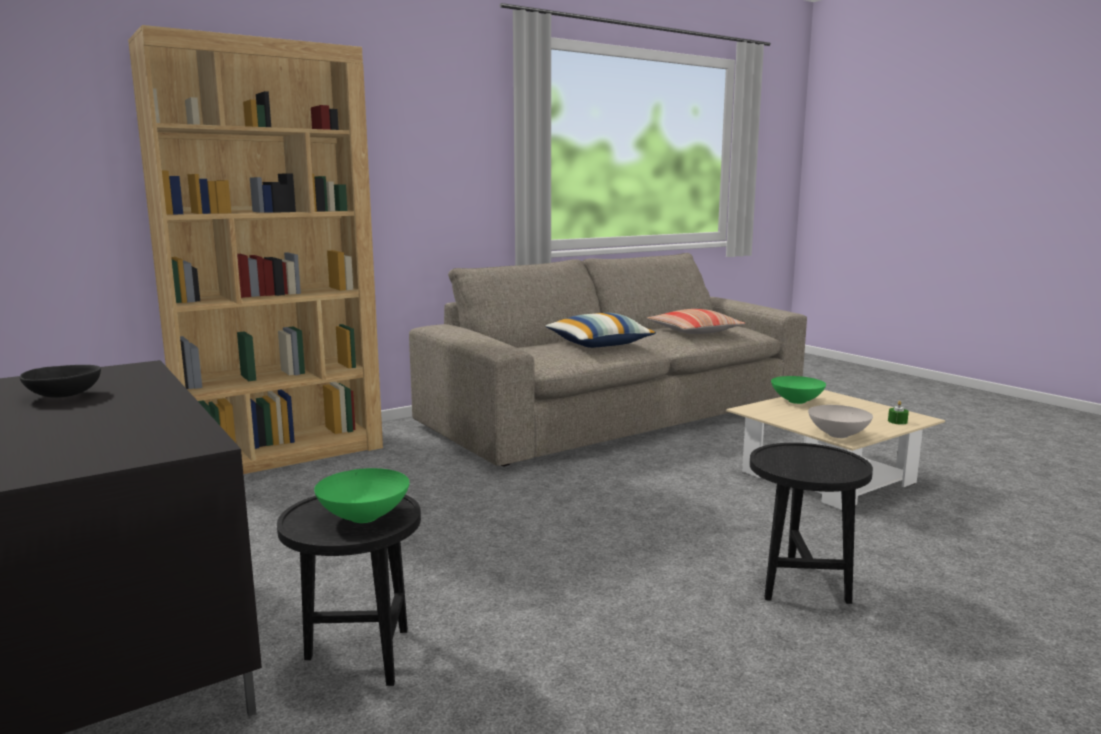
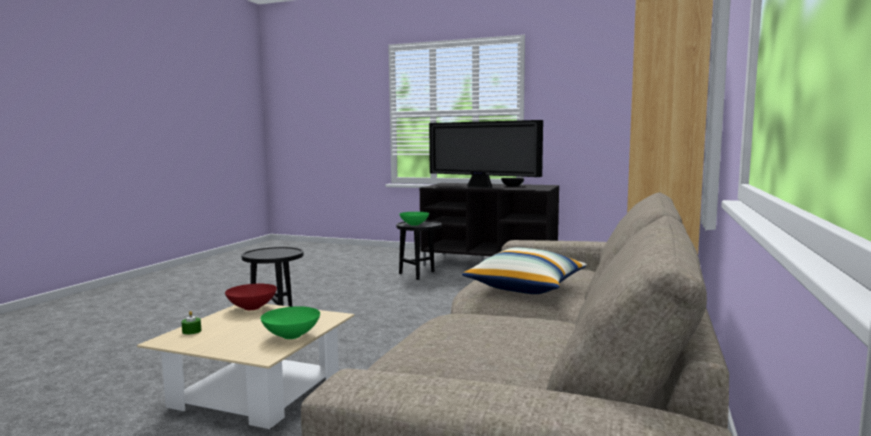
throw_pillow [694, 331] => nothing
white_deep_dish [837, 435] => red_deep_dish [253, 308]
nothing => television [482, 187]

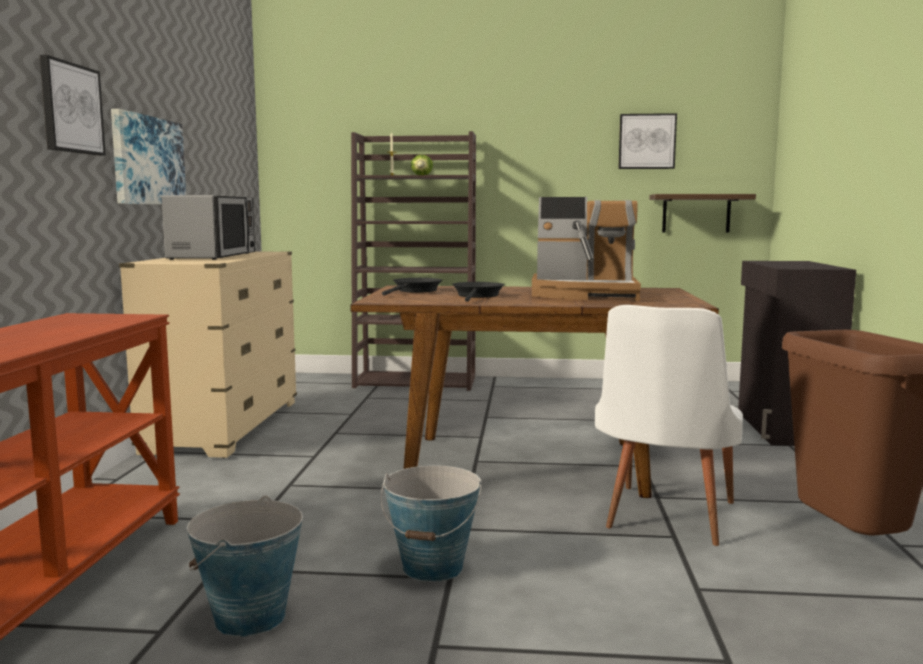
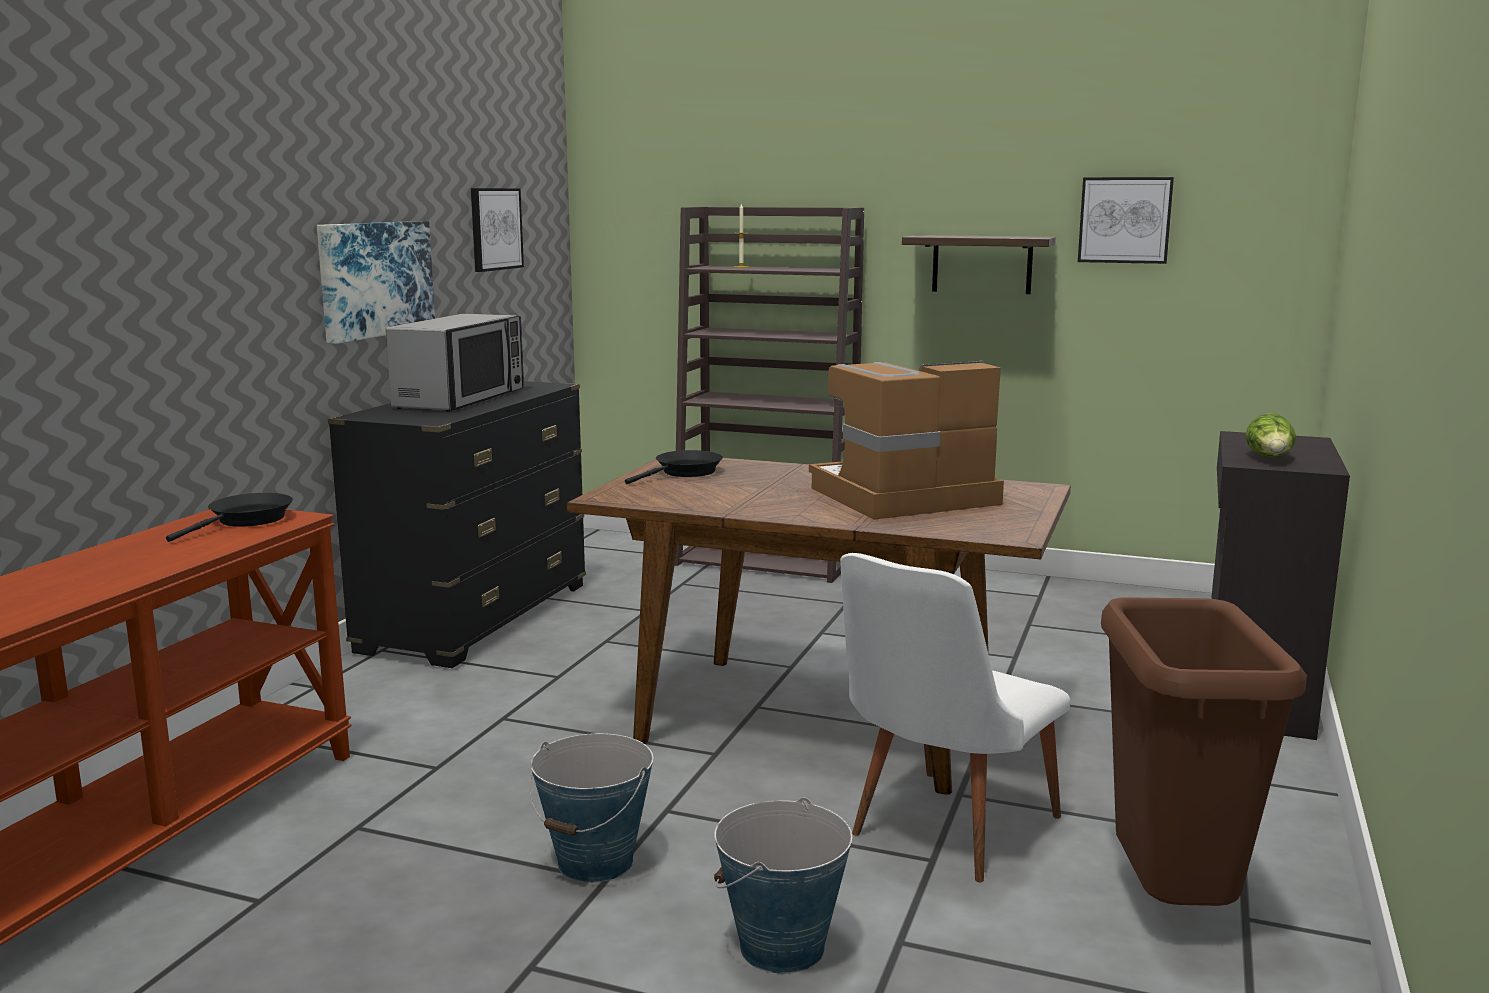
picture [71, 108] => picture [495, 229], relocated
beige-coloured_chest_of_drawers [225, 427] => black_chest_of_drawers [476, 618]
pail [250, 618] => pail [781, 947], relocated
head_of_lettuce [422, 175] => head_of_lettuce [1270, 458], relocated
black_skillet [478, 296] => black_skillet [246, 521], relocated
coffee_brewer [585, 294] => coffee_brewer [902, 497], 135 degrees clockwise
shelf [696, 213] => shelf [982, 264], relocated

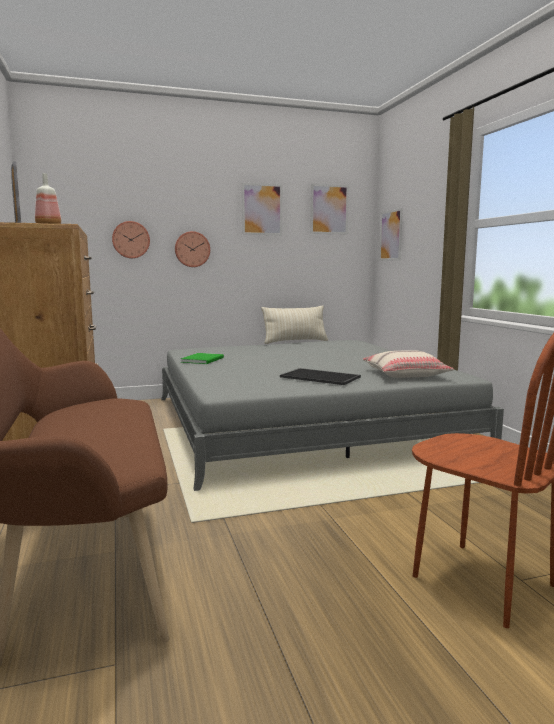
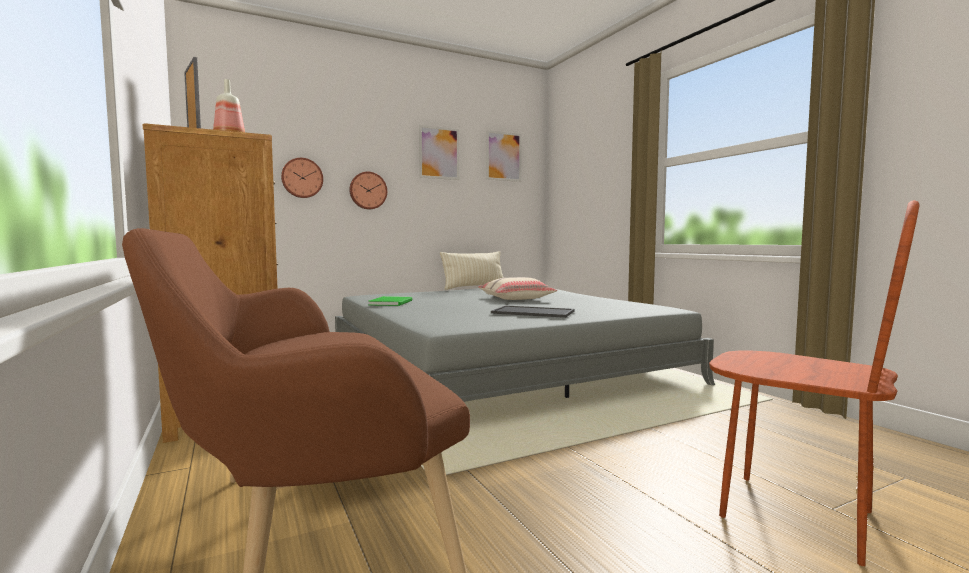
beige-coloured_throw_pillow [405, 374] => beige-coloured_throw_pillow [516, 298], relocated
picture [391, 235] => nothing

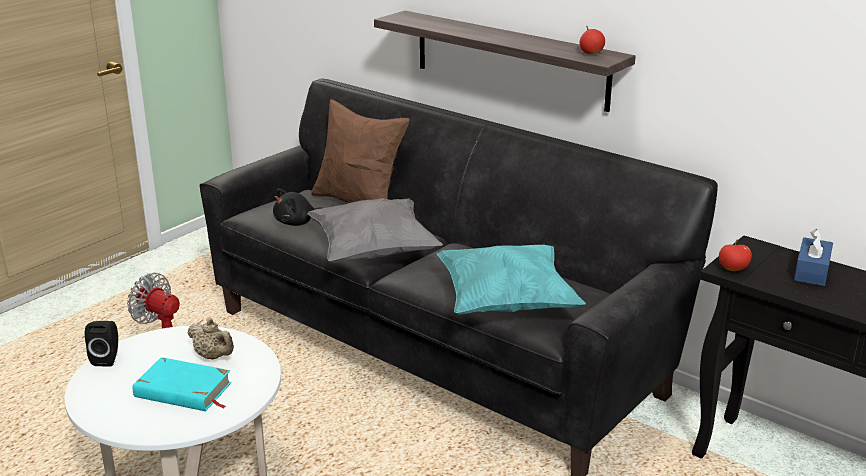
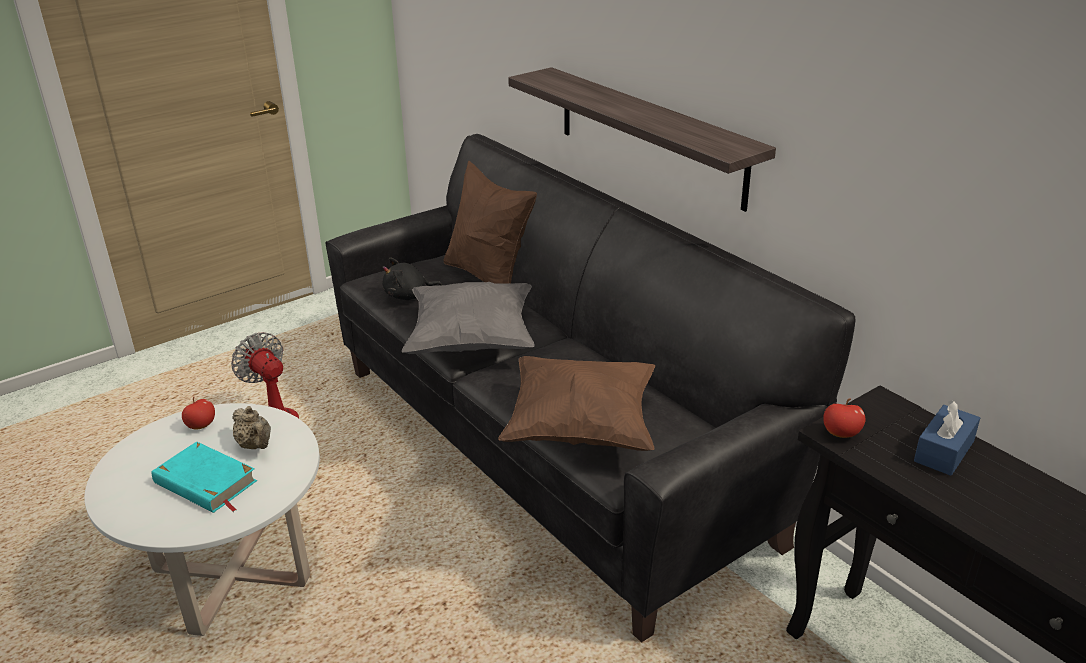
black_audio_speaker [107, 358] => nothing
turquoise_throw_pillow [506, 303] => brown-coloured_throw_pillow [581, 428]
apple [591, 53] => apple [201, 426], relocated

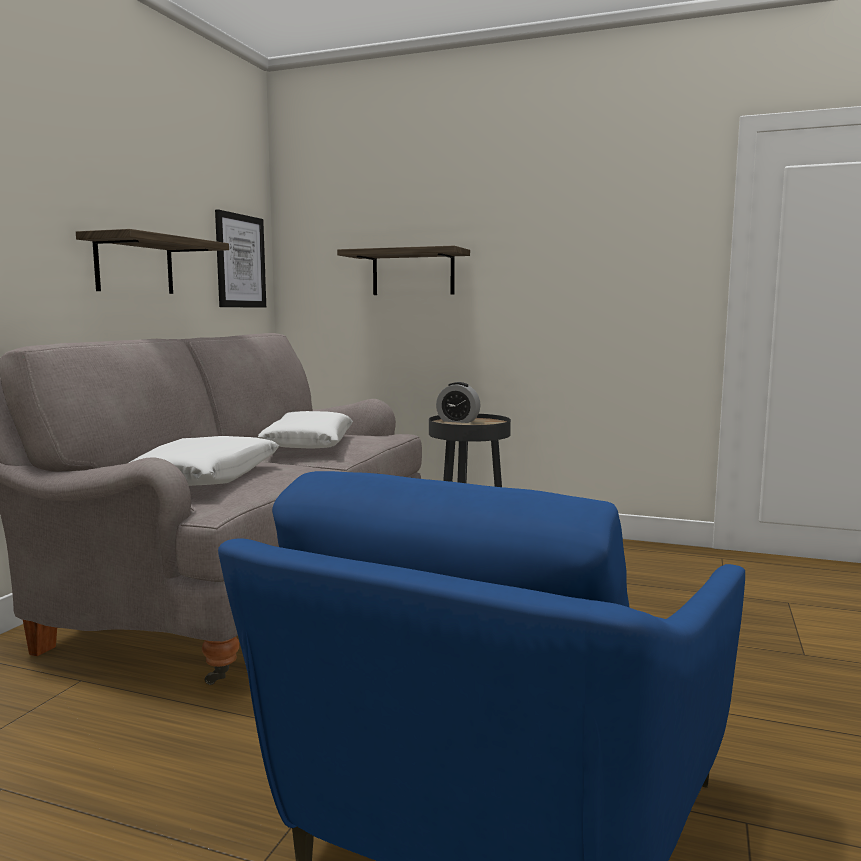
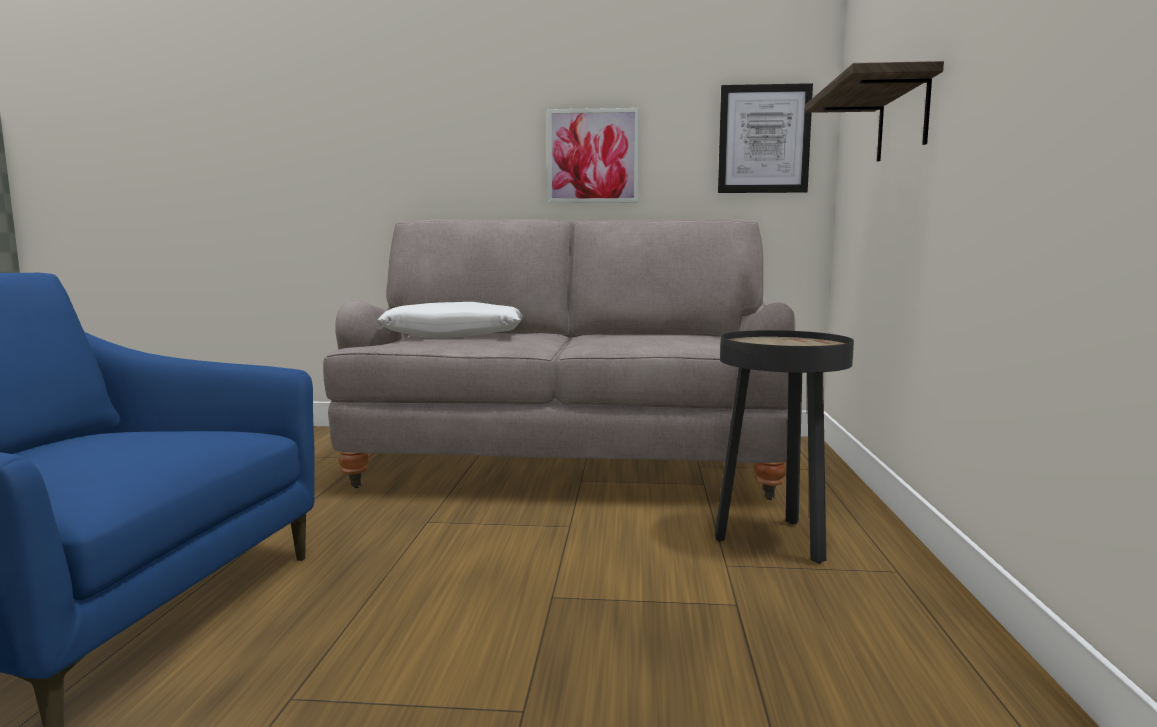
shelf [134, 265] => picture [593, 156]
white_throw_pillow [308, 444] => nothing
table_clock [458, 421] => nothing

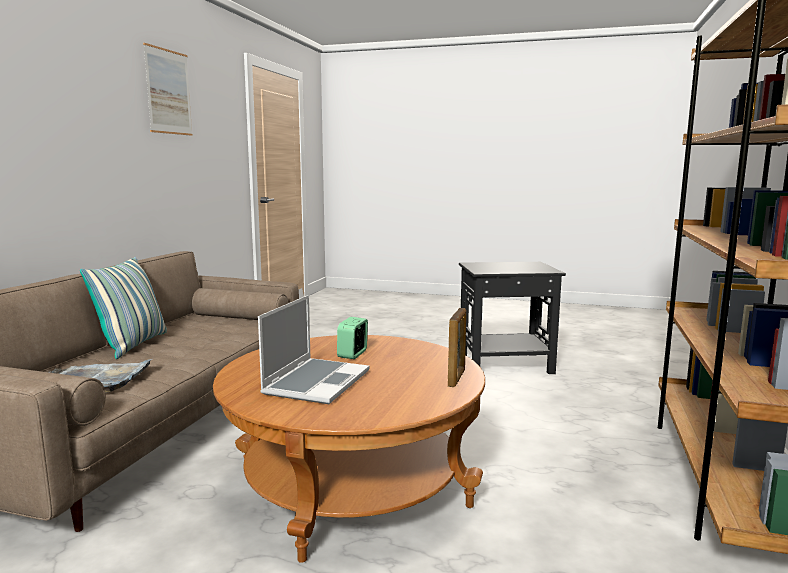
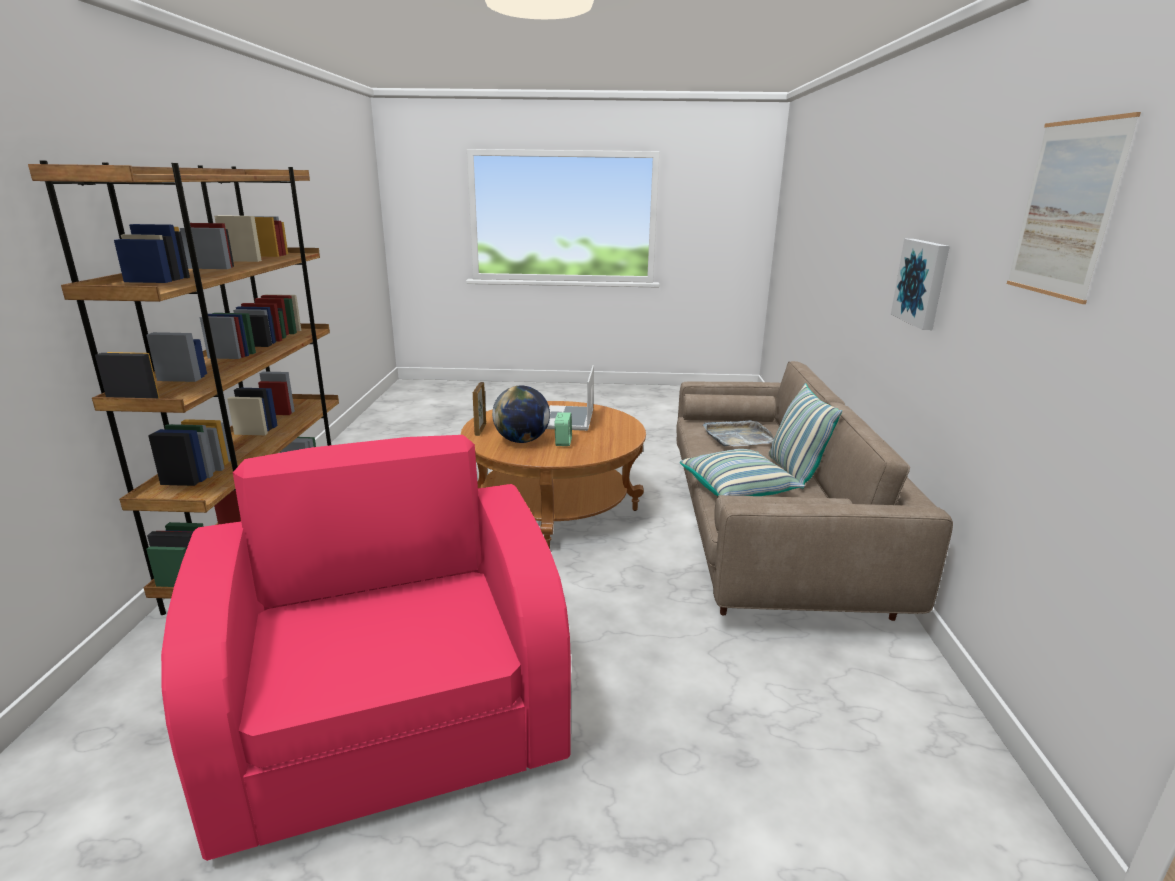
black_accent_table [504, 364] => pink_lounge_chair [395, 727]
nothing => world_globe [522, 440]
nothing => throw_pillow [738, 489]
nothing => picture [922, 282]

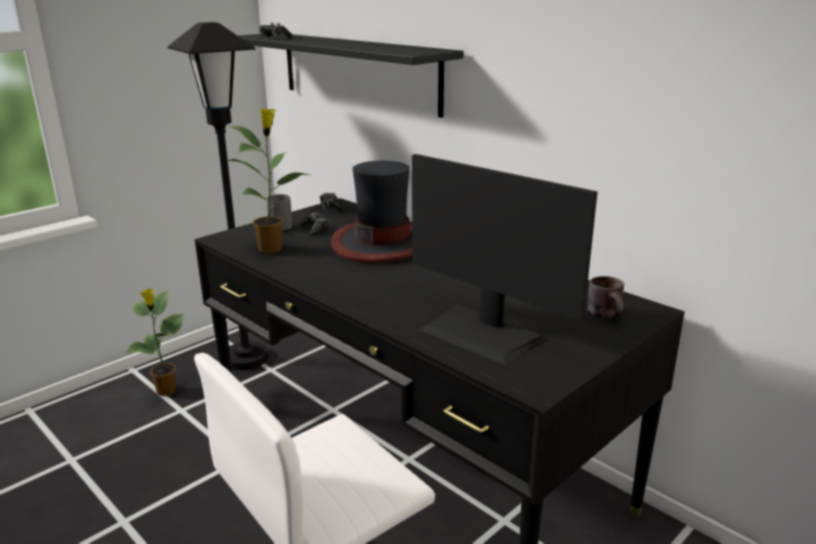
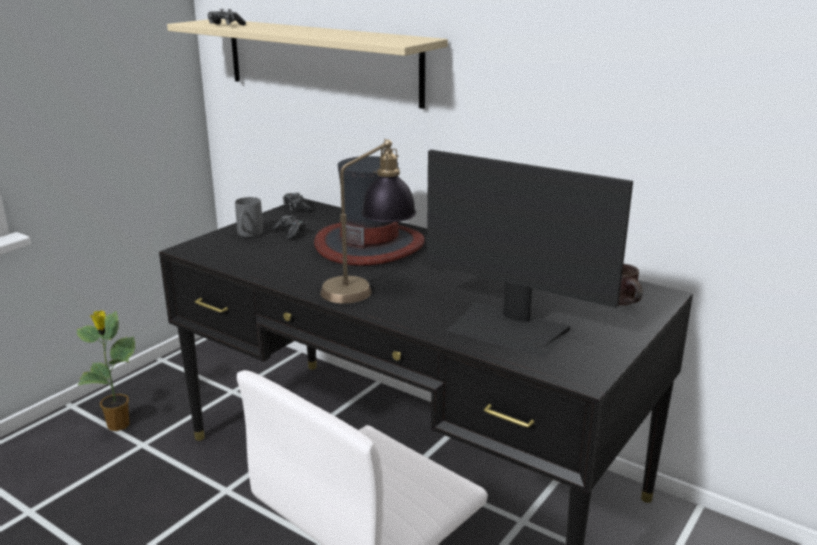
black_standard_lamp [246, 358] => nothing
houseplant [272, 249] => nothing
black_shelf [358, 71] => beige-coloured_shelf [321, 61]
nothing => table_lamp [368, 289]

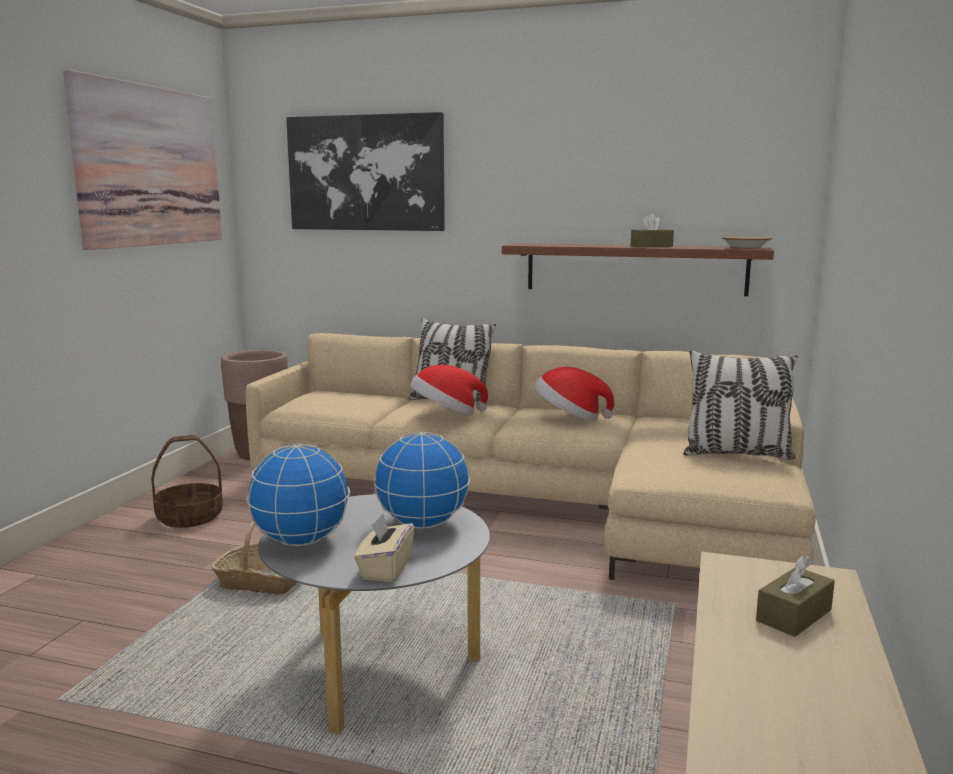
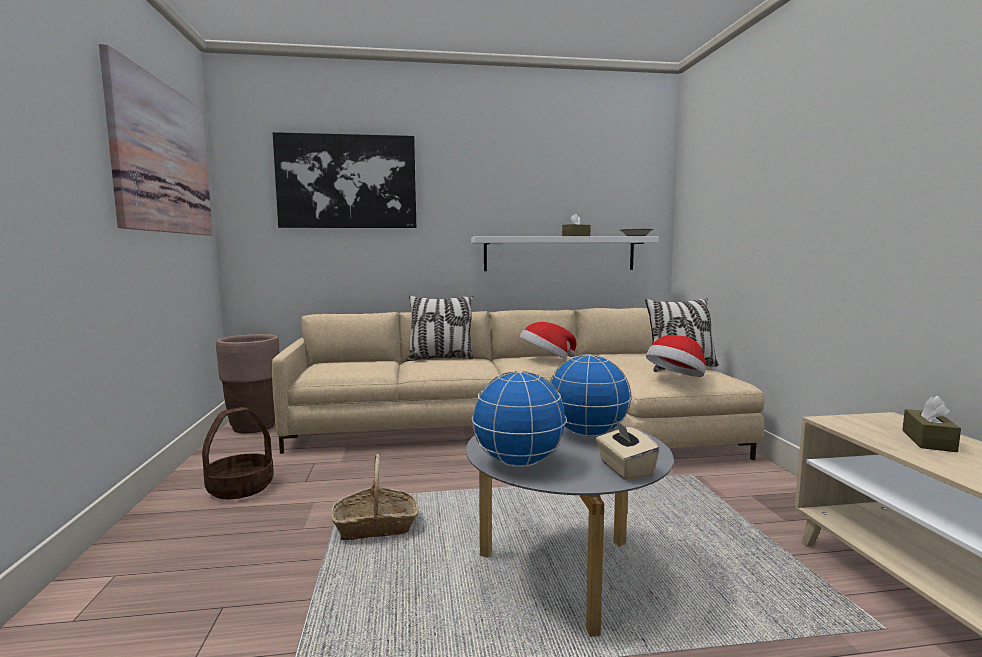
hat [446, 414] => hat [676, 378], relocated
brown-coloured_shelf [635, 269] => white_shelf [559, 253]

